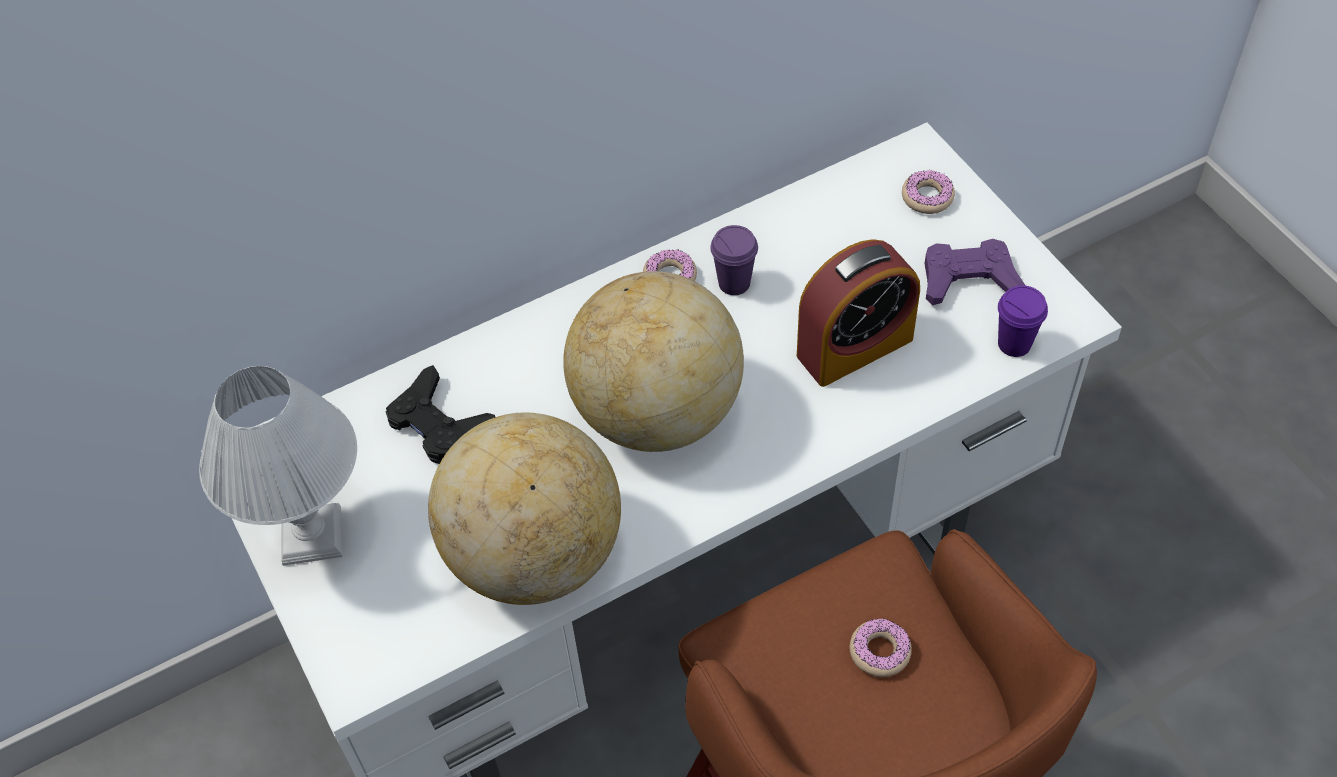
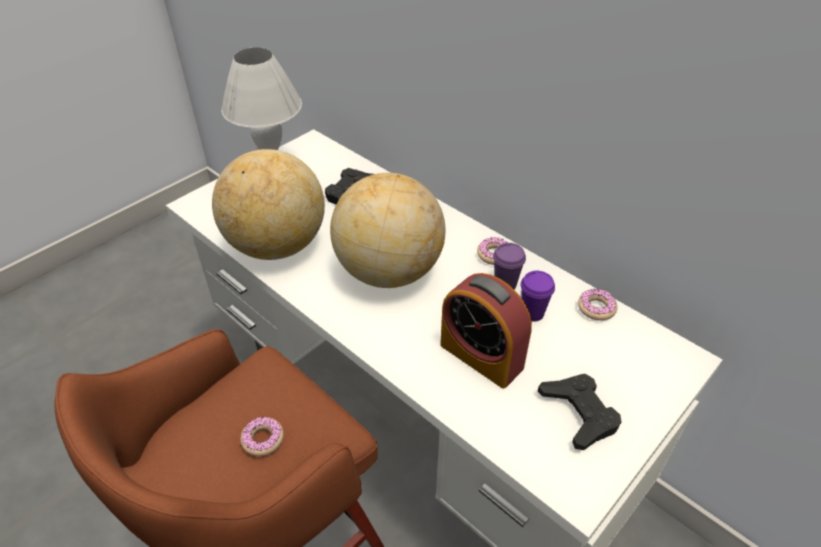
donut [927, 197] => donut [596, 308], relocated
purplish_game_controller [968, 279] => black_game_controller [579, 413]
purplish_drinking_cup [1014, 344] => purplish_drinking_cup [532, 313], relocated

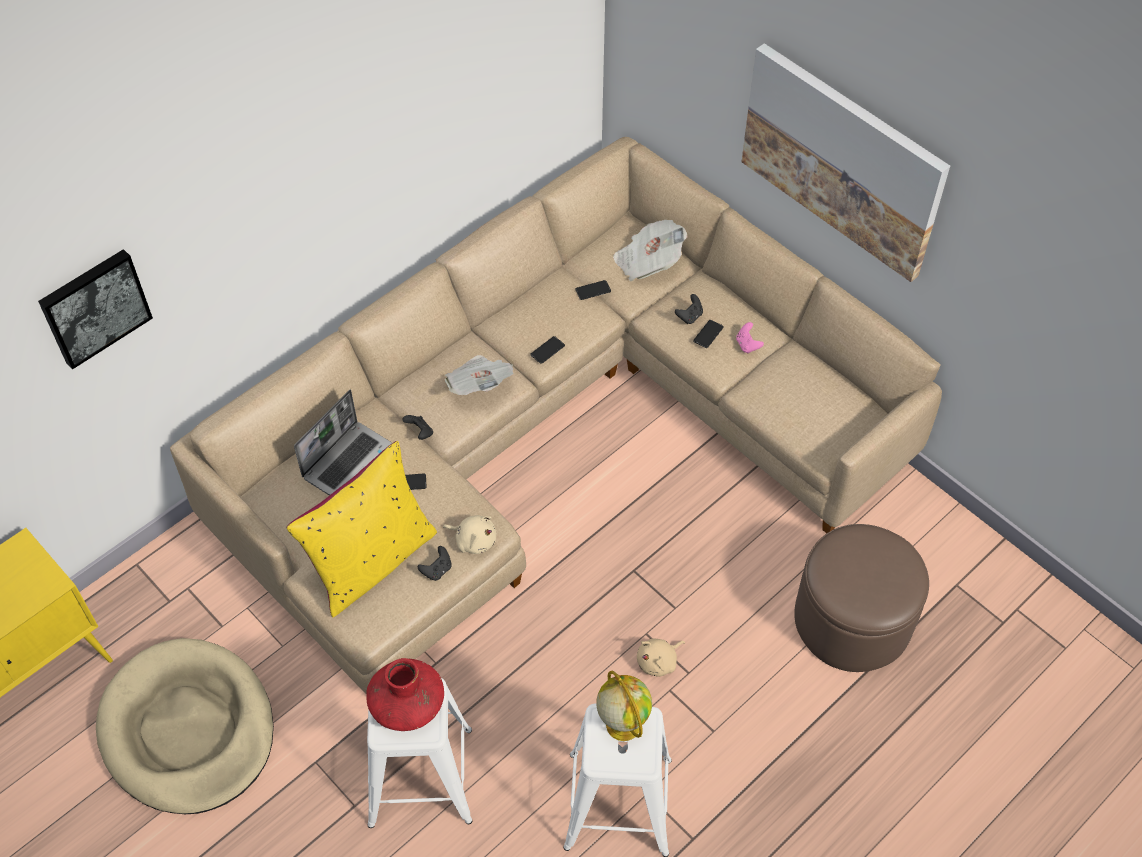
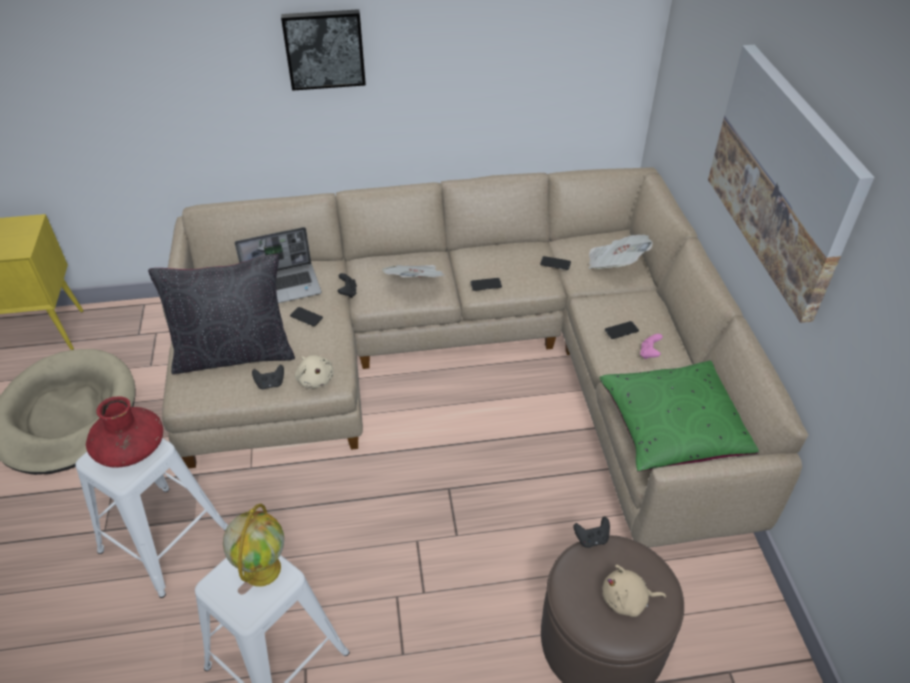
picture [94, 306] => picture [324, 48], relocated
yellow_throw_pillow [371, 561] => black_throw_pillow [234, 353]
beige-coloured_cuddly_toy [659, 661] => beige-coloured_cuddly_toy [627, 600], relocated
black_game_controller [689, 316] => black_game_controller [591, 539], relocated
nothing => green-coloured_throw_pillow [676, 427]

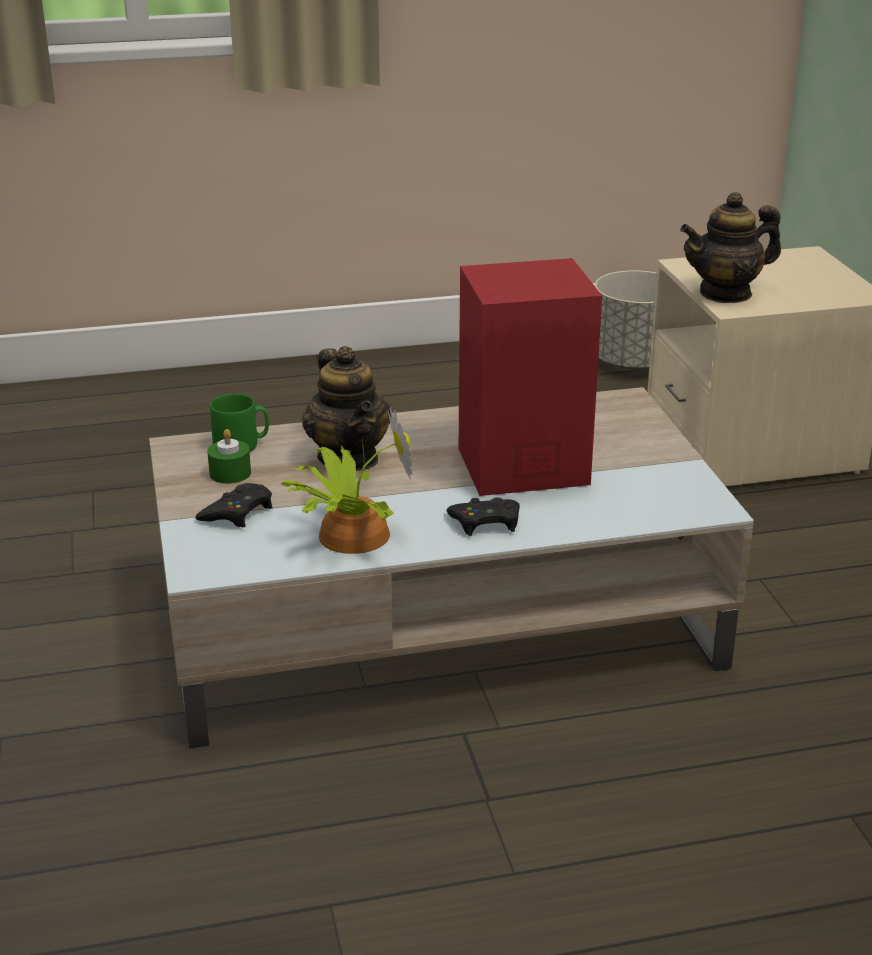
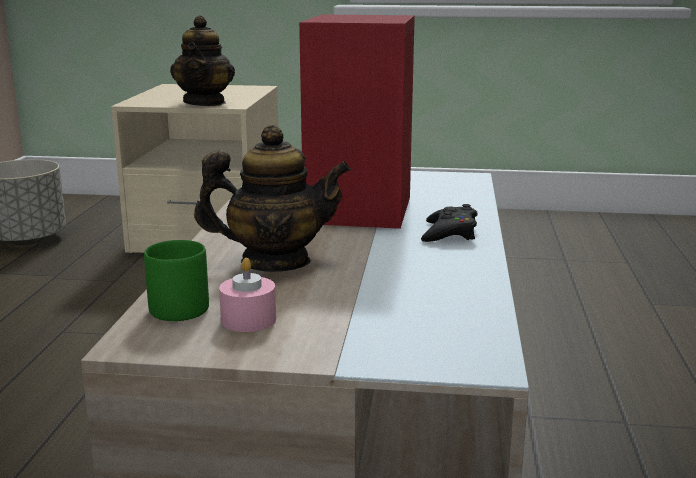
black_game_controller [237, 512] => nothing
green-coloured_wax_candle [230, 473] => pink_wax_candle [248, 320]
houseplant [349, 534] => nothing

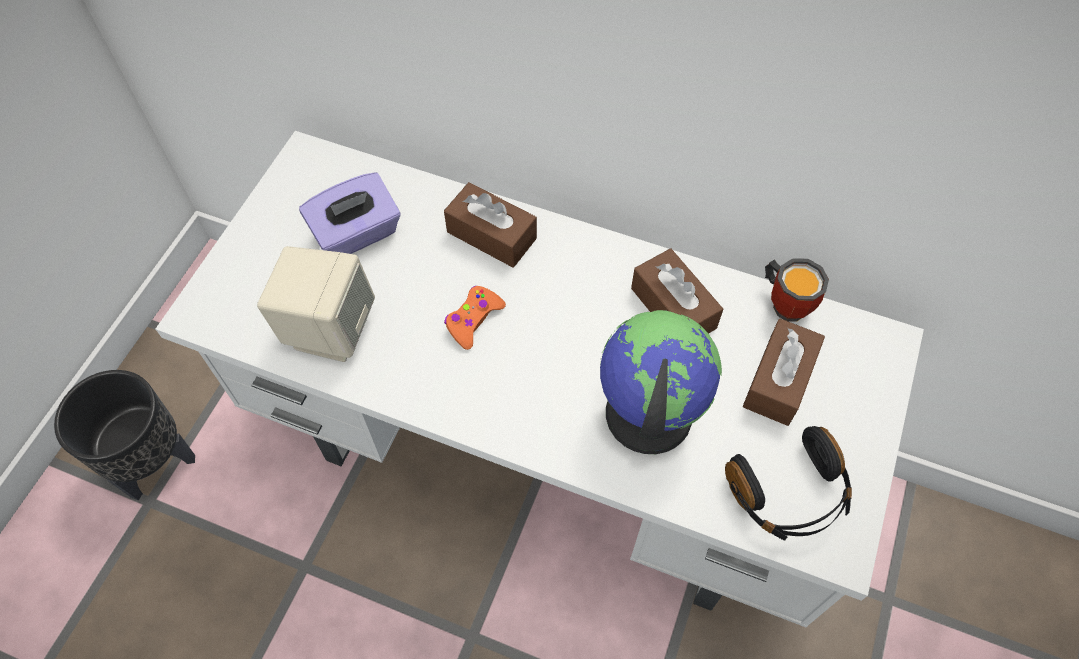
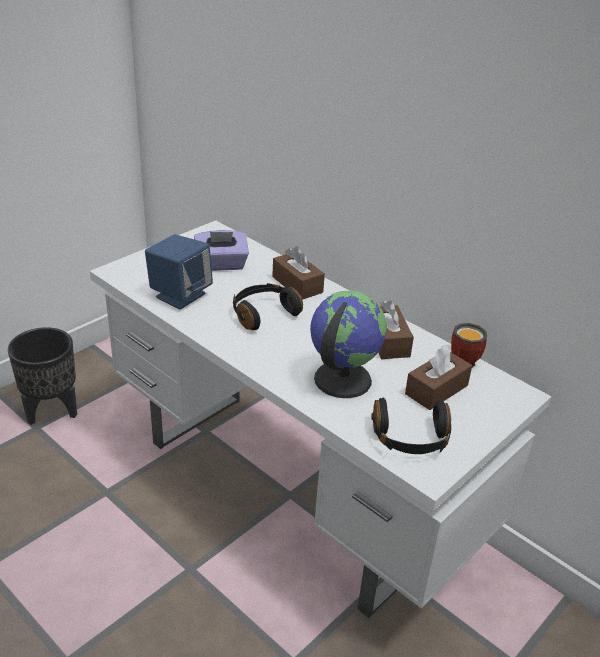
beige-coloured_audio_speaker [329, 329] => blue_audio_speaker [180, 295]
orange-coloured_game_controller [473, 320] => black_headset [263, 313]

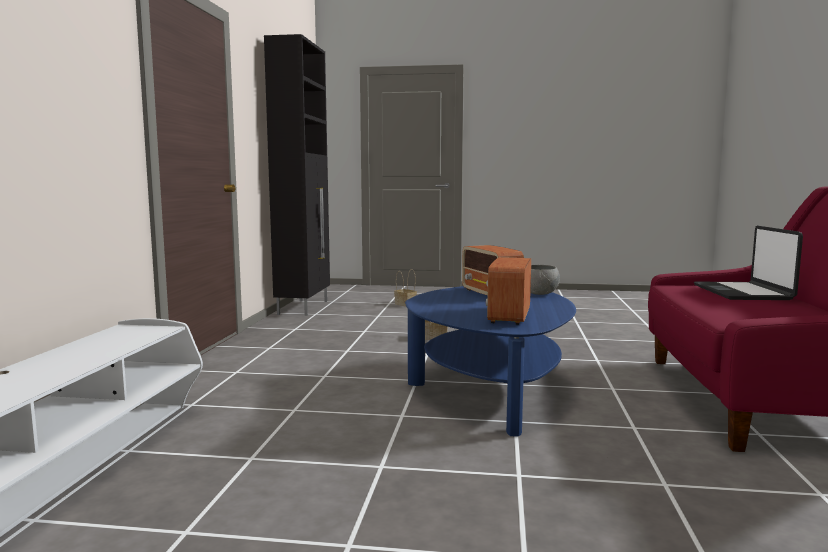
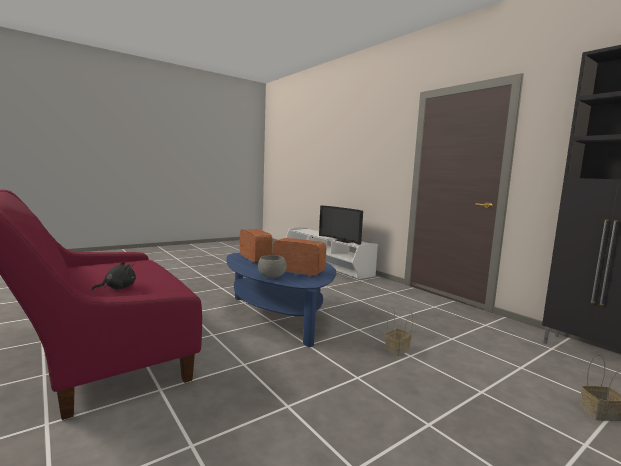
portable_computer [743, 292] => black_cuddly_toy [118, 288]
nothing => television [343, 241]

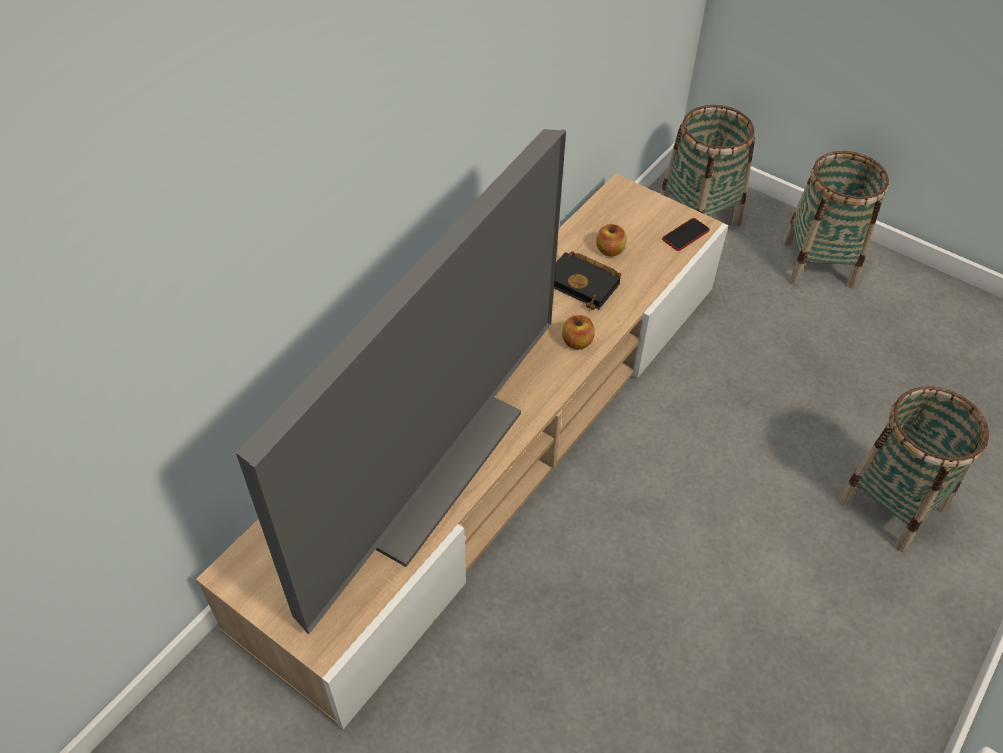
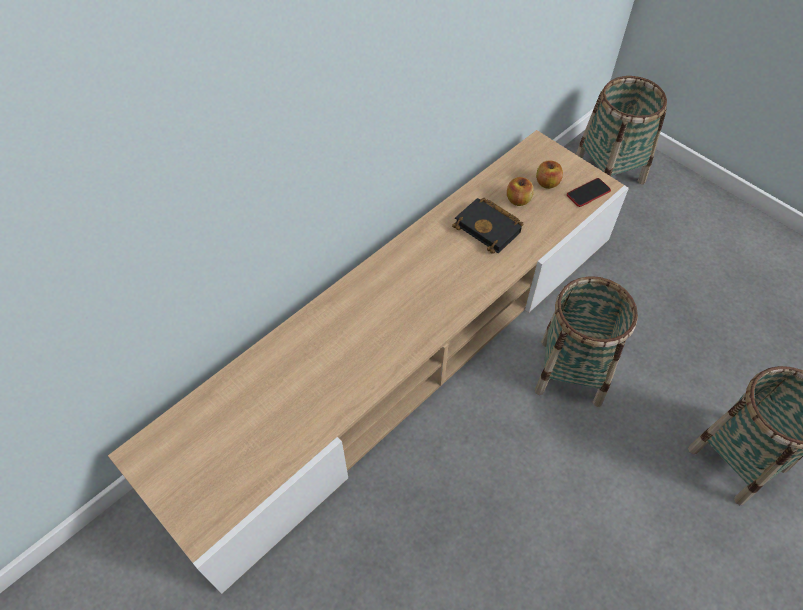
television [425, 461] => nothing
apple [577, 342] => apple [547, 183], relocated
storage_basket [818, 263] => storage_basket [571, 371], relocated

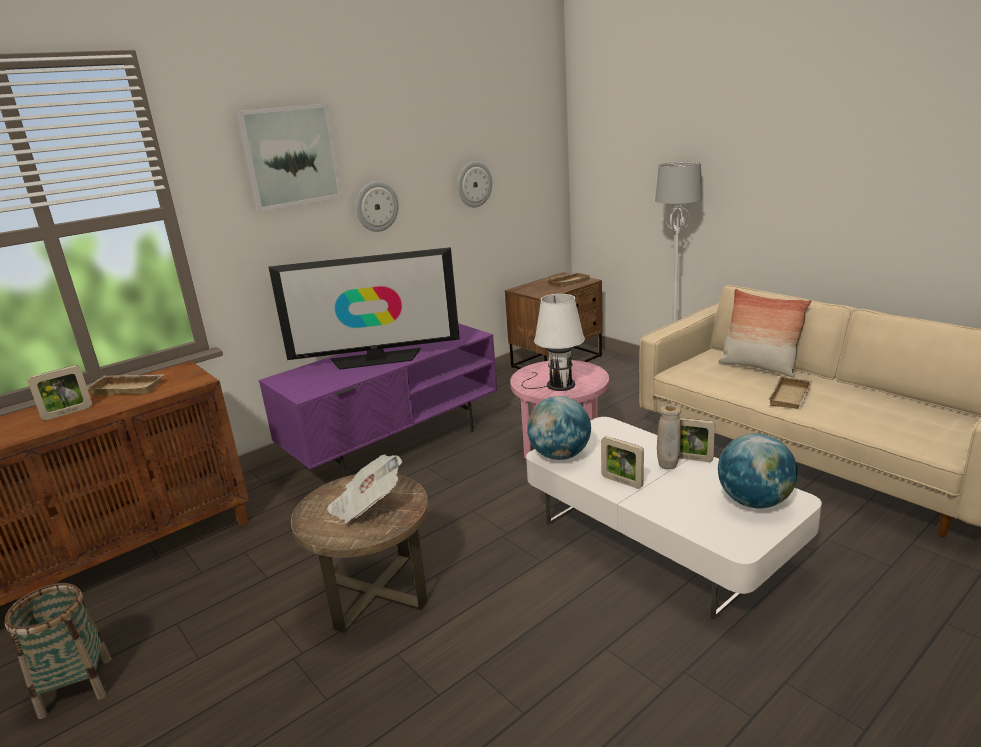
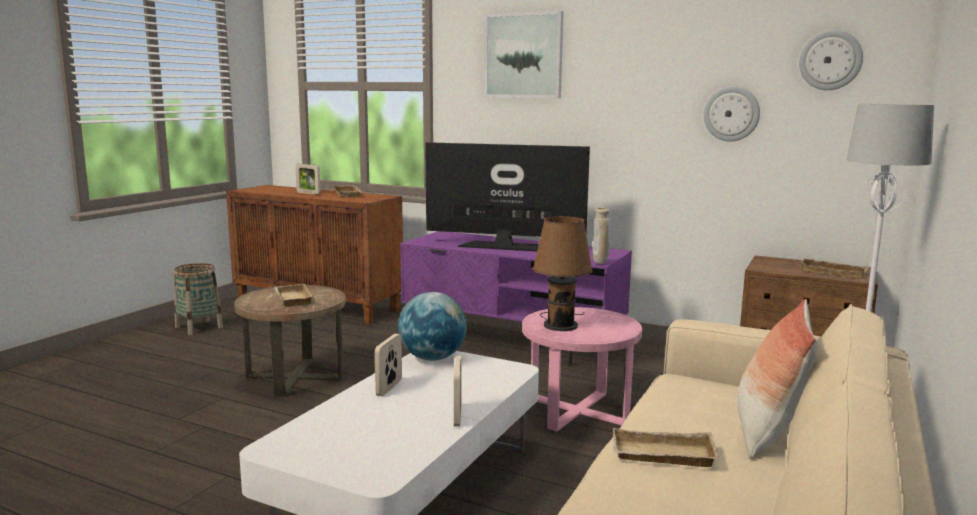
television [376, 359] => television [503, 246], 135 degrees clockwise
daily_paper [367, 506] => beige-coloured_tray [291, 299]
wall_clock [376, 206] => wall_clock [830, 60], relocated
white_table_lamp [557, 385] => brown-coloured_table_lamp [560, 324]
beige-coloured_decorative_vase [668, 466] => beige-coloured_decorative_vase [600, 263], relocated
world_globe [754, 502] => nothing

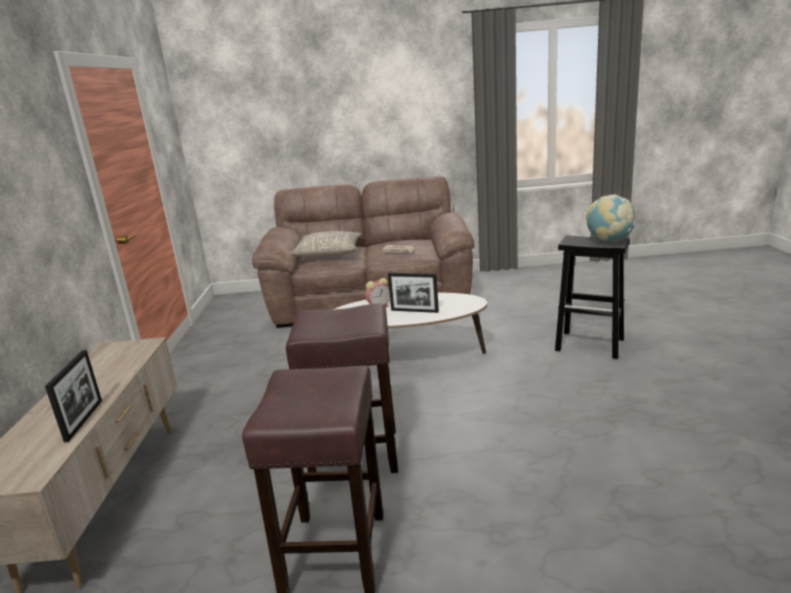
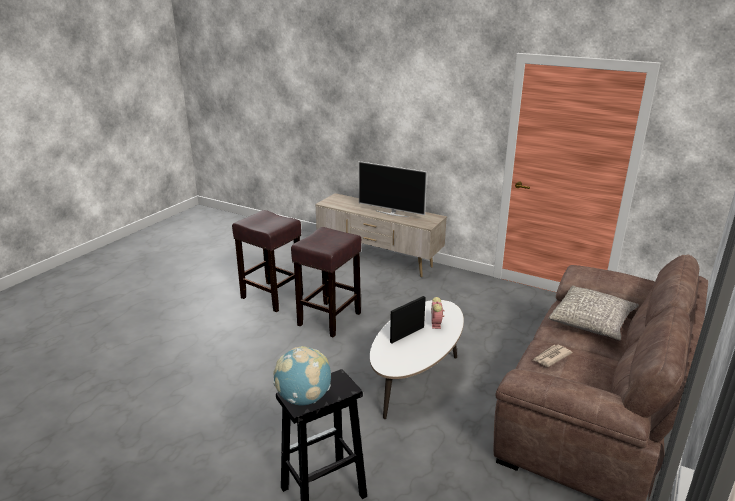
picture_frame [84, 420] => nothing
nothing => television [392, 213]

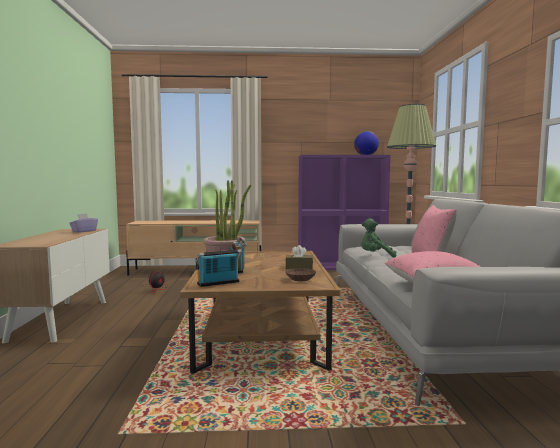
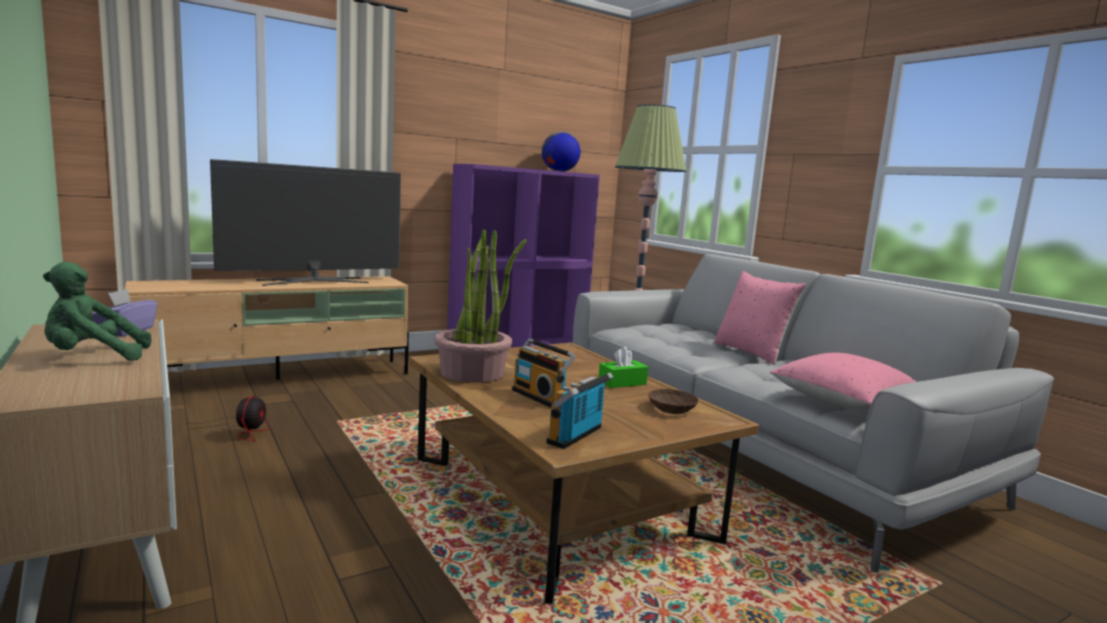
brown-coloured_tissue_holder [299, 267] => green-coloured_tissue_holder [622, 383]
green-coloured_cuddly_toy [375, 256] => green-coloured_cuddly_toy [93, 357], relocated
nothing => television [314, 281]

